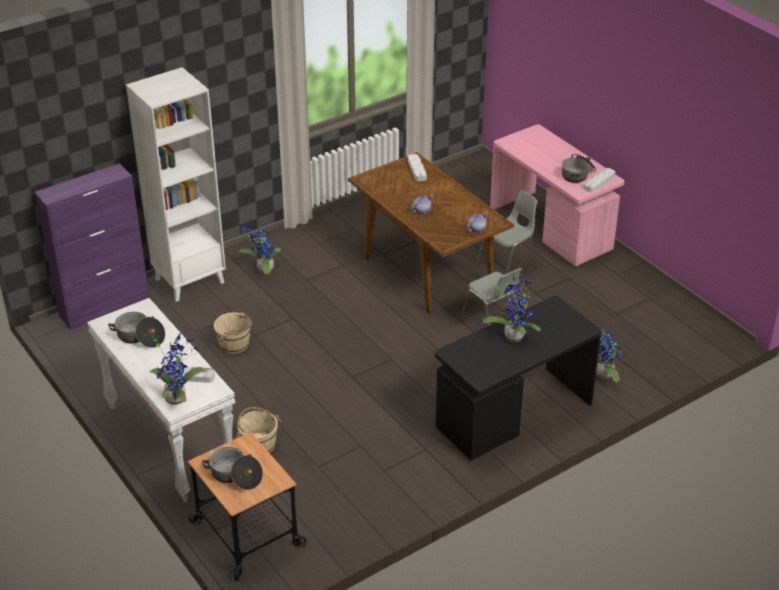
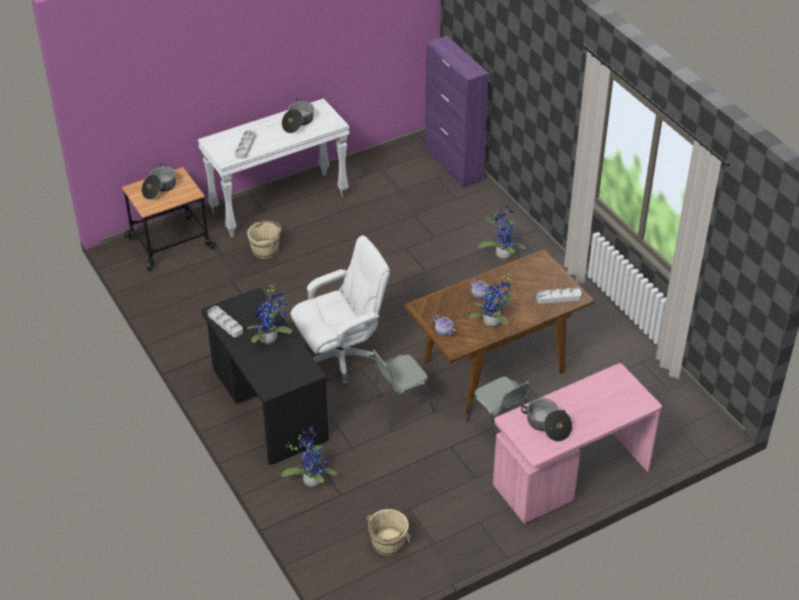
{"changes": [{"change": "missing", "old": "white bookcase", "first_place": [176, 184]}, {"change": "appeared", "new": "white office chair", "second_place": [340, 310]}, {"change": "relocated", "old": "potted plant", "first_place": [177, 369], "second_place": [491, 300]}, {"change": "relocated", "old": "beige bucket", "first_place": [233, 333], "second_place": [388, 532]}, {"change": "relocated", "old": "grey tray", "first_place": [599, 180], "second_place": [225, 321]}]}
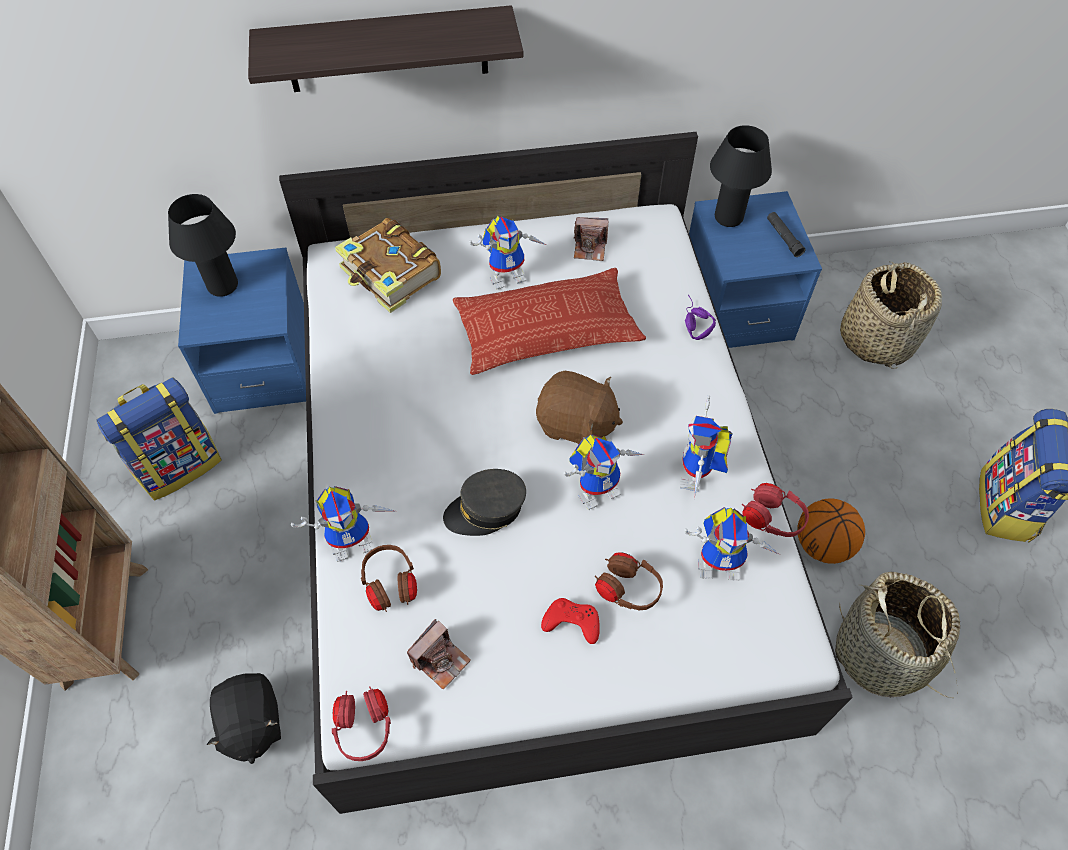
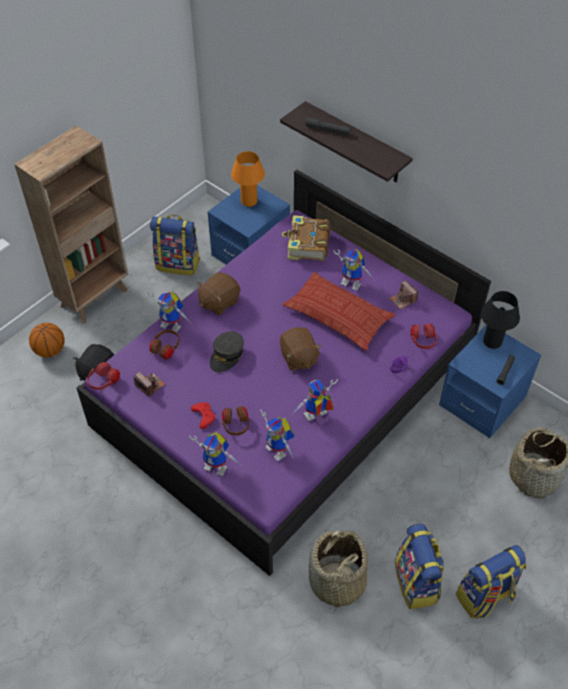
{"changes": [{"change": "appeared", "new": "brown plush toy", "second_place": [218, 293]}, {"change": "appeared", "new": "grey flashlight", "second_place": [328, 126]}, {"change": "appeared", "new": "backpack", "second_place": [419, 566]}, {"change": "relocated", "old": "toy robot", "first_place": [603, 472], "second_place": [214, 453]}, {"change": "relocated", "old": "red headphones", "first_place": [775, 510], "second_place": [424, 336]}, {"change": "relocated", "old": "basketball", "first_place": [831, 531], "second_place": [47, 340]}, {"change": "colour", "old": "black table lamp", "new": "orange table lamp", "first_place": [203, 245], "second_place": [248, 179]}, {"change": "colour", "old": "white bed", "new": "purple bed", "first_place": [566, 473], "second_place": [284, 373]}, {"change": "spun", "old": "photo camera", "first_place": [439, 654], "second_place": [149, 384], "degrees": -135}, {"change": "spun", "old": "grey cap", "first_place": [484, 502], "second_place": [227, 351], "degrees": -90}]}
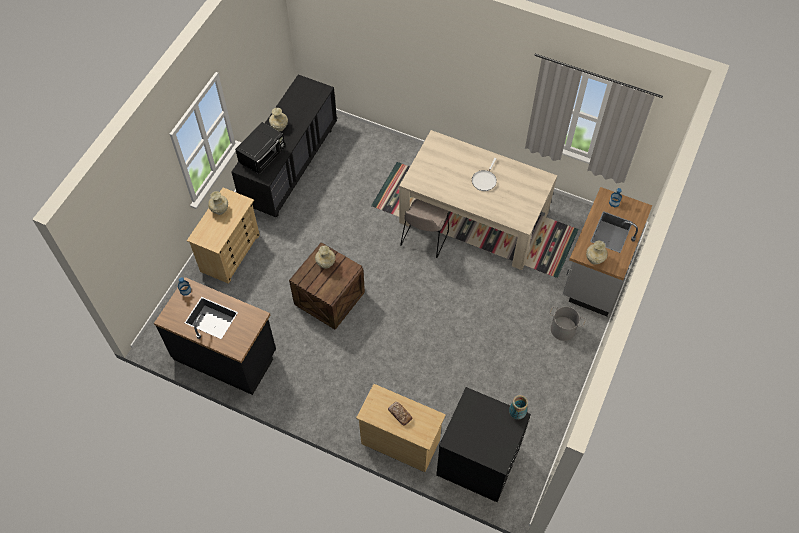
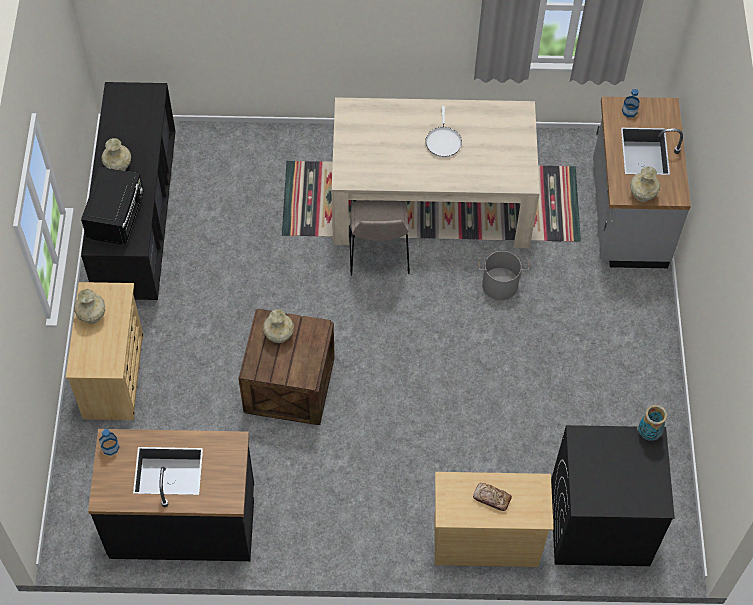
{"changes": [{"change": "relocated", "old": "grey bucket", "first_place": [567, 323], "second_place": [503, 276]}]}
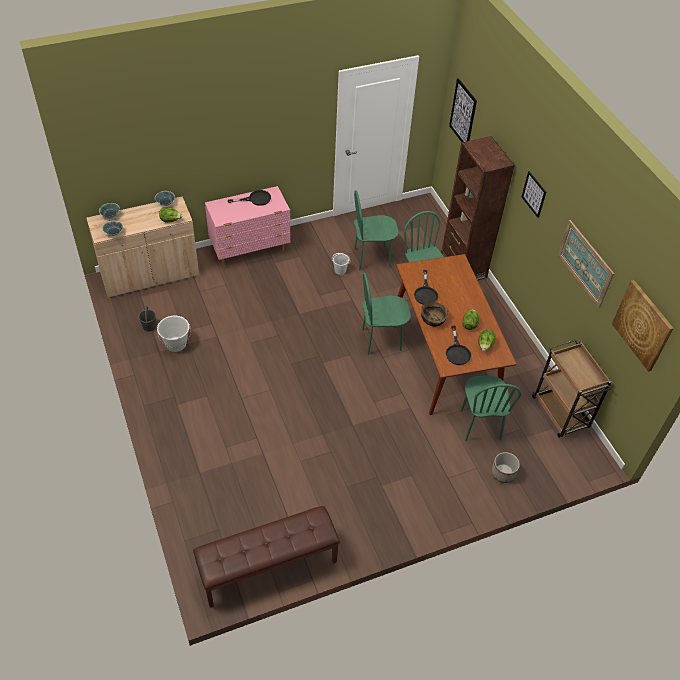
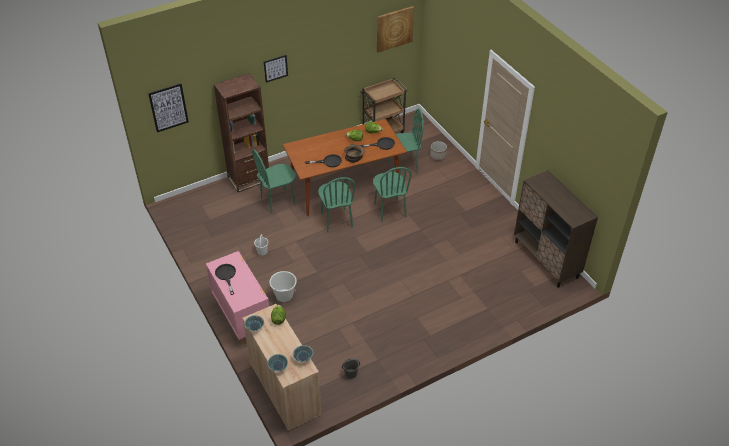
{"changes": [{"change": "missing", "old": "picture", "first_place": [585, 264]}, {"change": "relocated", "old": "white bucket", "first_place": [174, 334], "second_place": [283, 286]}, {"change": "relocated", "old": "green chair", "first_place": [376, 230], "second_place": [392, 194]}, {"change": "exchanged", "old": "brown bench", "new": "brown cabinet", "first_place": [266, 556], "second_place": [556, 229]}]}
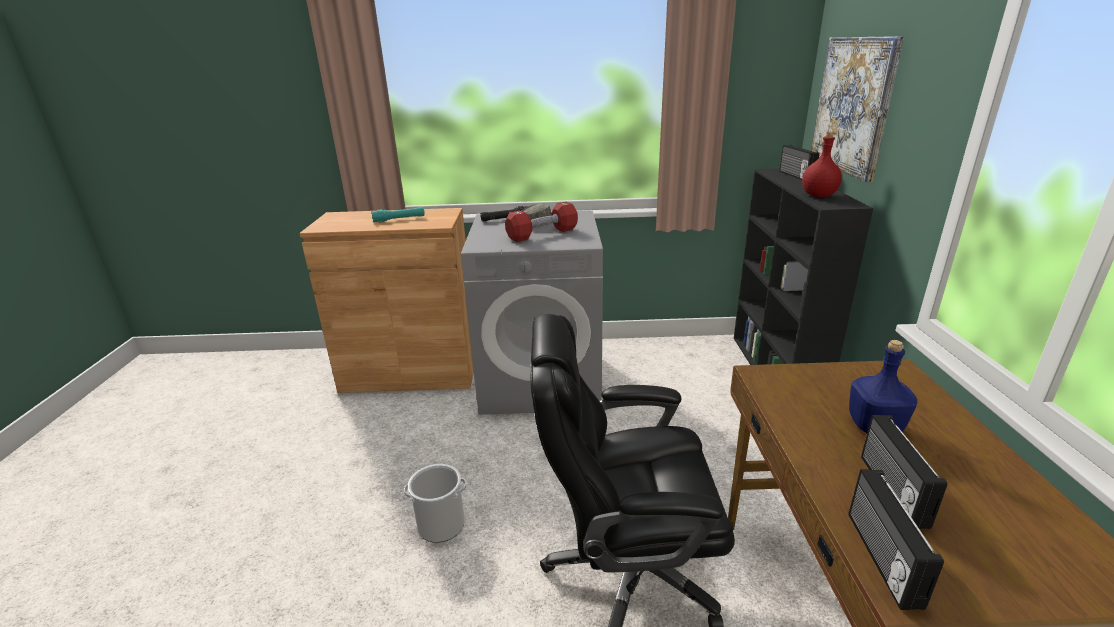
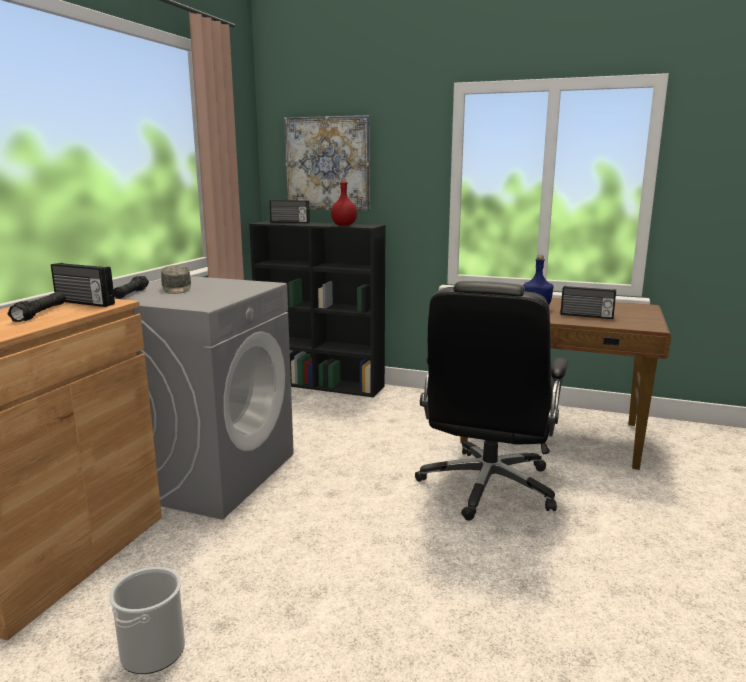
{"changes": [{"change": "missing", "old": "red dumbbell", "first_place": [541, 222]}, {"change": "relocated", "old": "bucket", "first_place": [435, 503], "second_place": [147, 620]}, {"change": "relocated", "old": "radio", "first_place": [896, 539], "second_place": [83, 285]}, {"change": "colour", "old": "turquoise flashlight", "new": "black flashlight", "first_place": [398, 215], "second_place": [36, 307]}]}
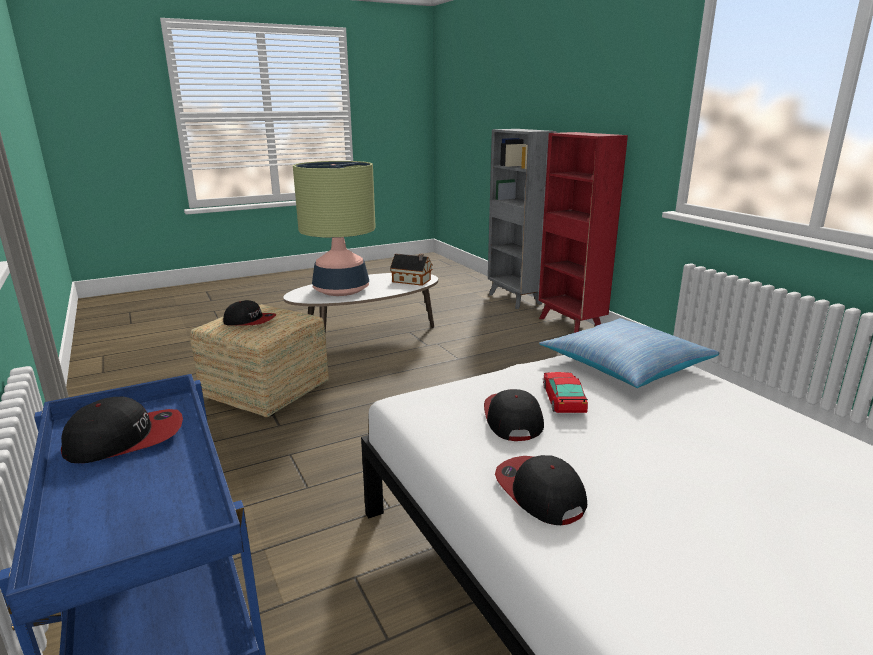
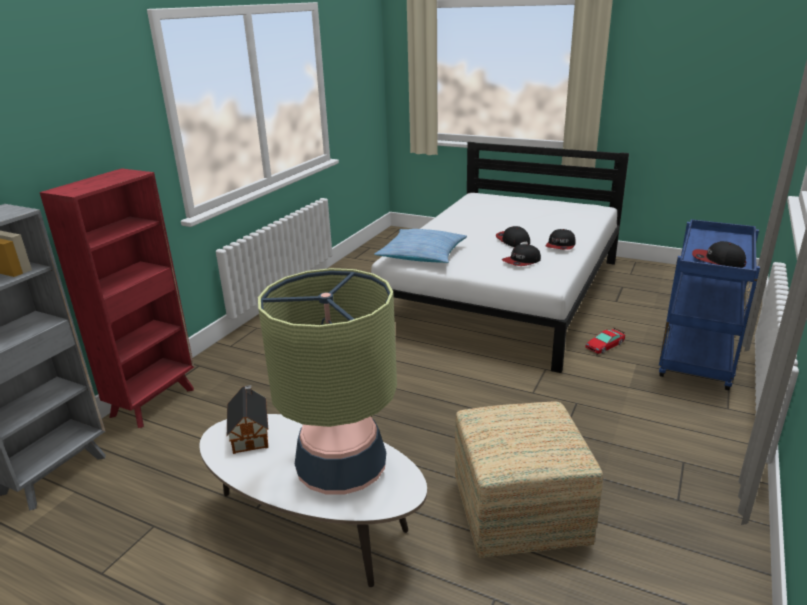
{"changes": [{"change": "relocated", "old": "cap", "first_place": [249, 313], "second_place": [513, 236]}, {"change": "relocated", "old": "toy car", "first_place": [565, 392], "second_place": [605, 341]}]}
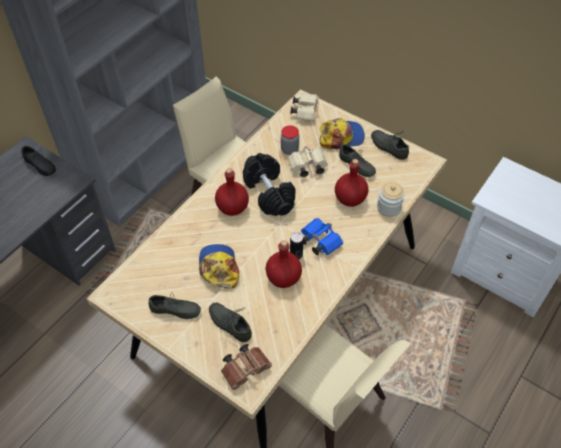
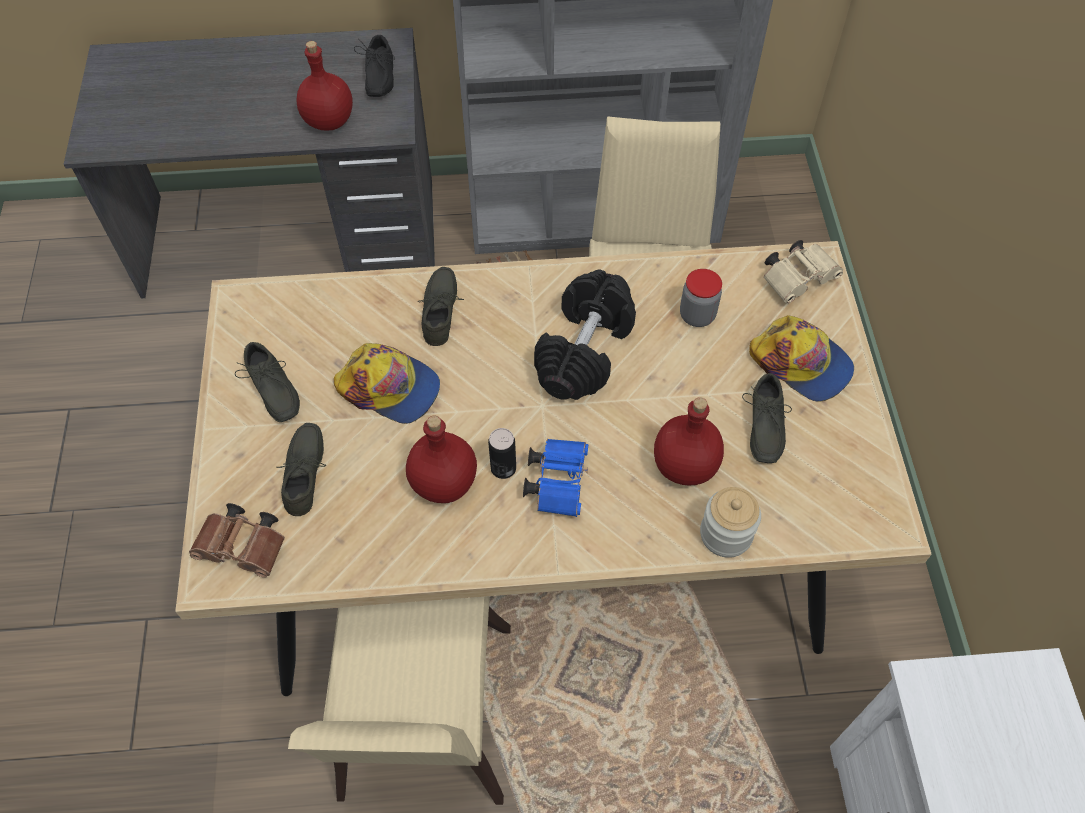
{"changes": [{"change": "missing", "old": "beige binoculars", "first_place": [308, 161]}, {"change": "relocated", "old": "red bottle", "first_place": [232, 192], "second_place": [324, 86]}, {"change": "relocated", "old": "grey shoe", "first_place": [390, 145], "second_place": [440, 306]}, {"change": "spun", "old": "cap", "first_place": [219, 266], "second_place": [387, 383], "degrees": 75}]}
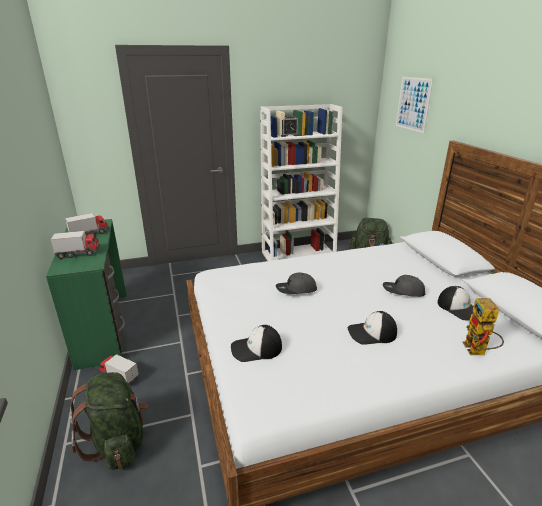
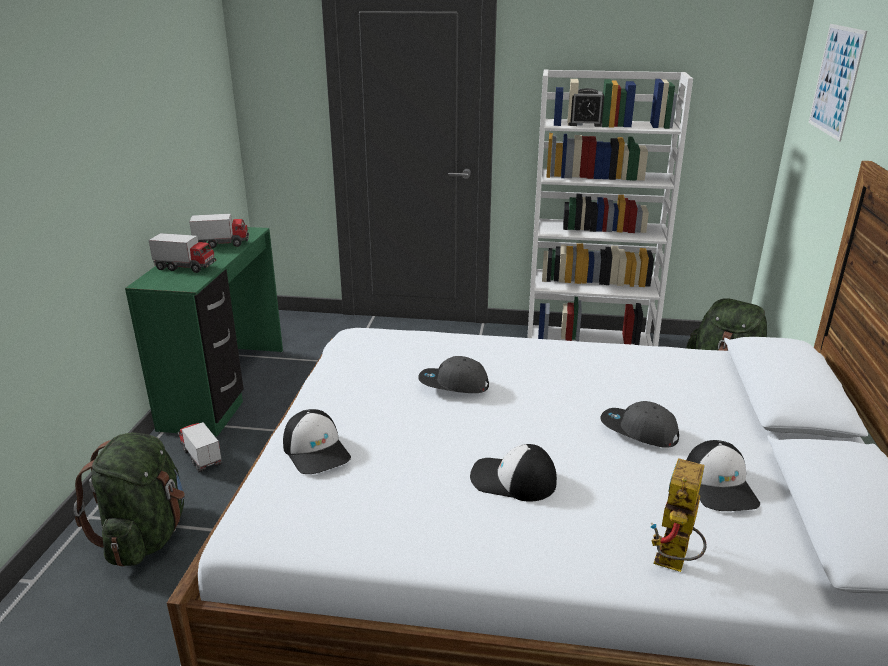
{"changes": [{"change": "spun", "old": "cap", "first_place": [256, 343], "second_place": [317, 441], "degrees": -135}]}
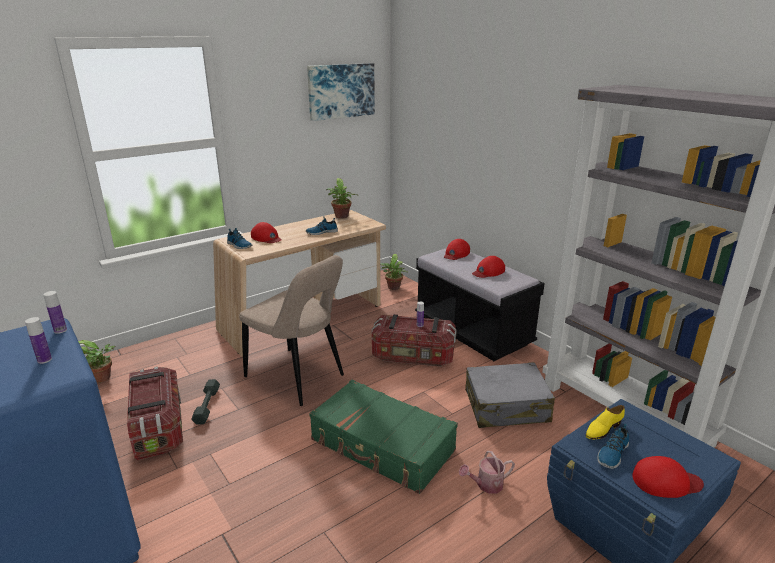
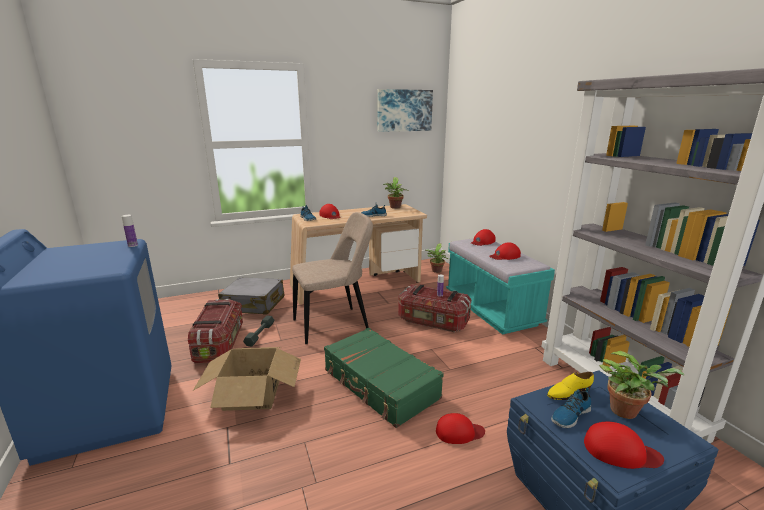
{"changes": [{"change": "missing", "old": "bottle", "first_place": [38, 340]}, {"change": "appeared", "new": "cardboard box", "second_place": [247, 379]}, {"change": "relocated", "old": "potted plant", "first_place": [96, 361], "second_place": [642, 385]}, {"change": "relocated", "old": "grey suitcase", "first_place": [510, 395], "second_place": [251, 296]}, {"change": "exchanged", "old": "watering can", "new": "red cap", "first_place": [487, 472], "second_place": [460, 428]}, {"change": "colour", "old": "black bench", "new": "turquoise bench", "first_place": [480, 305], "second_place": [500, 286]}, {"change": "spun", "old": "beige chair", "first_place": [291, 330], "second_place": [332, 278], "degrees": -75}]}
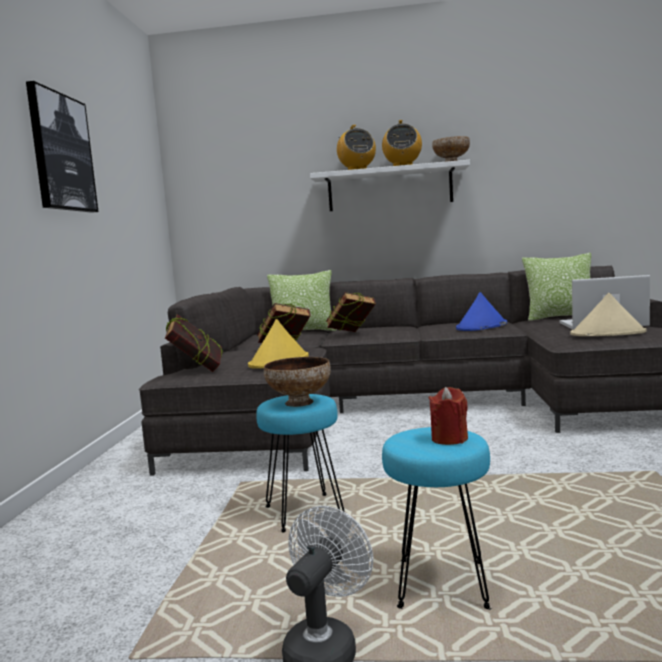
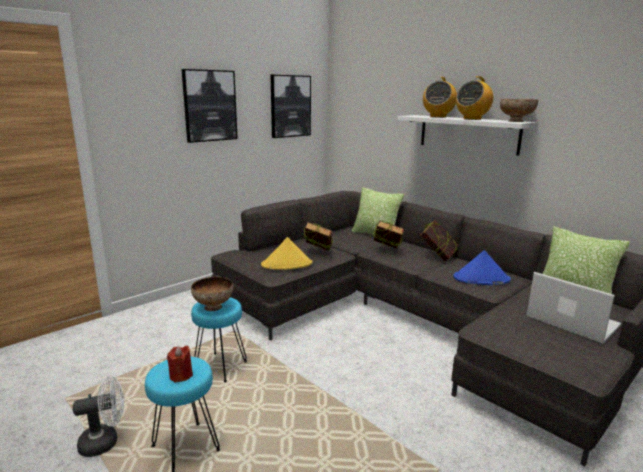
{"changes": [{"change": "missing", "old": "beige hat", "first_place": [608, 314]}, {"change": "appeared", "new": "picture", "second_place": [291, 106]}, {"change": "relocated", "old": "book", "first_place": [193, 343], "second_place": [439, 240]}]}
